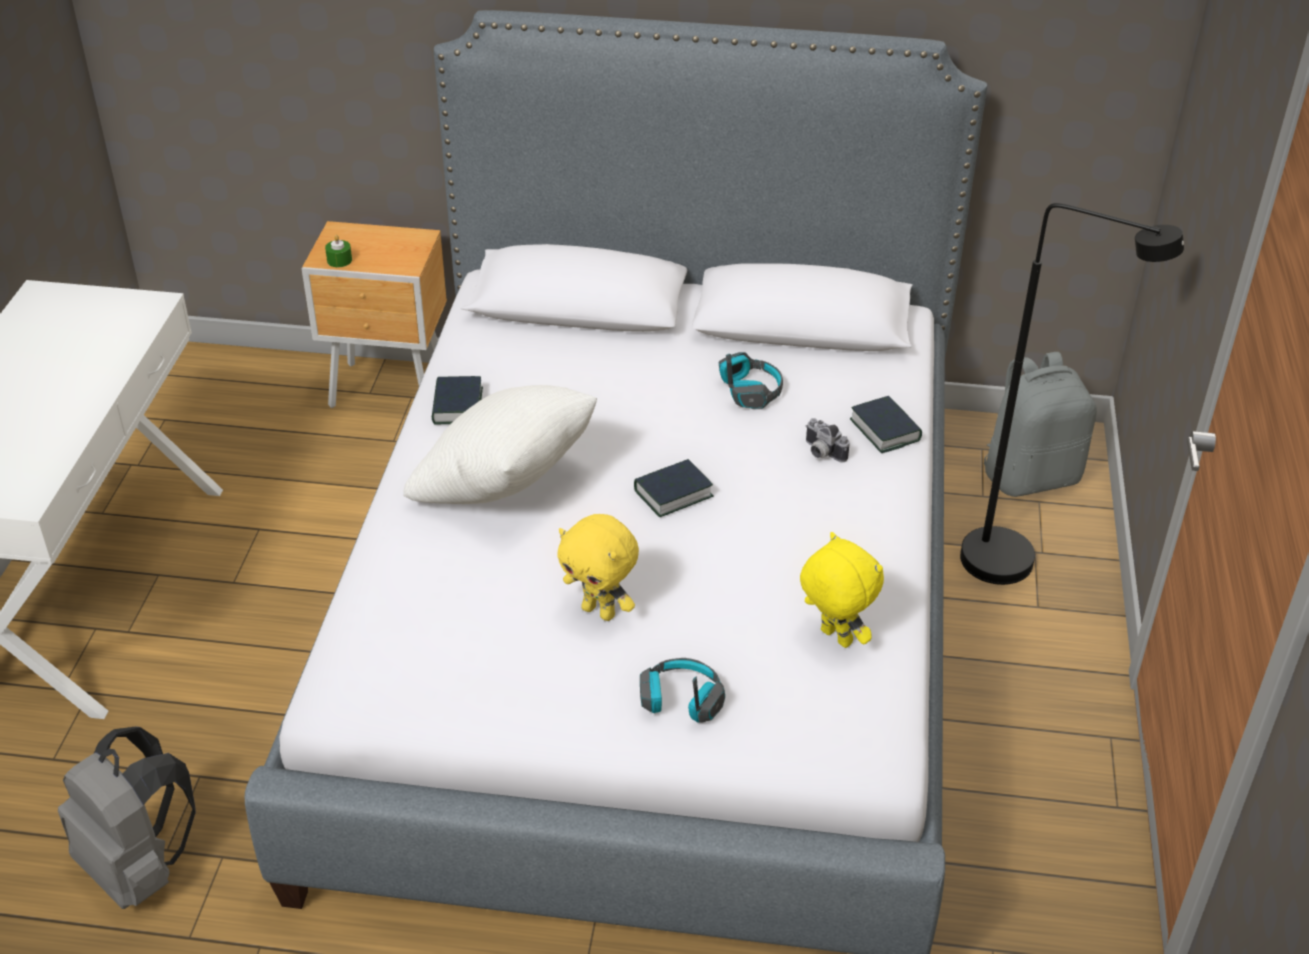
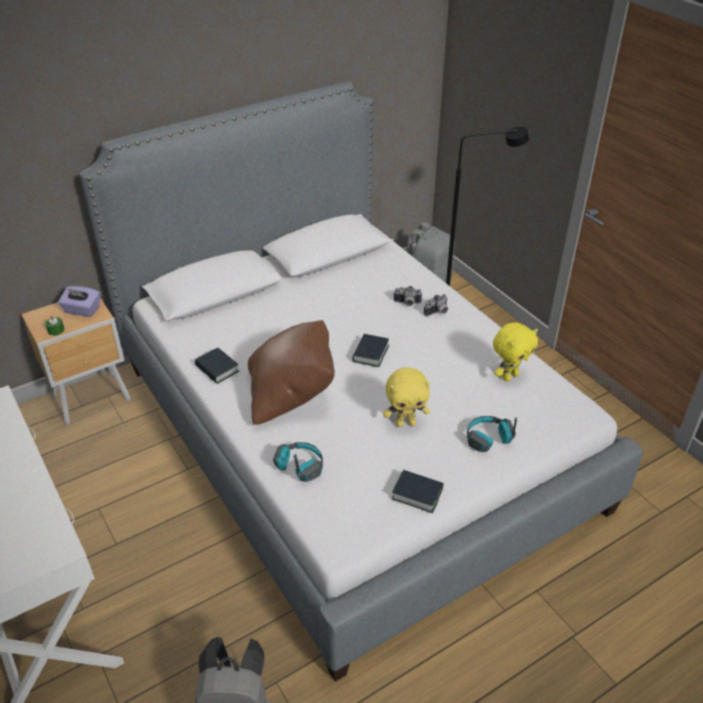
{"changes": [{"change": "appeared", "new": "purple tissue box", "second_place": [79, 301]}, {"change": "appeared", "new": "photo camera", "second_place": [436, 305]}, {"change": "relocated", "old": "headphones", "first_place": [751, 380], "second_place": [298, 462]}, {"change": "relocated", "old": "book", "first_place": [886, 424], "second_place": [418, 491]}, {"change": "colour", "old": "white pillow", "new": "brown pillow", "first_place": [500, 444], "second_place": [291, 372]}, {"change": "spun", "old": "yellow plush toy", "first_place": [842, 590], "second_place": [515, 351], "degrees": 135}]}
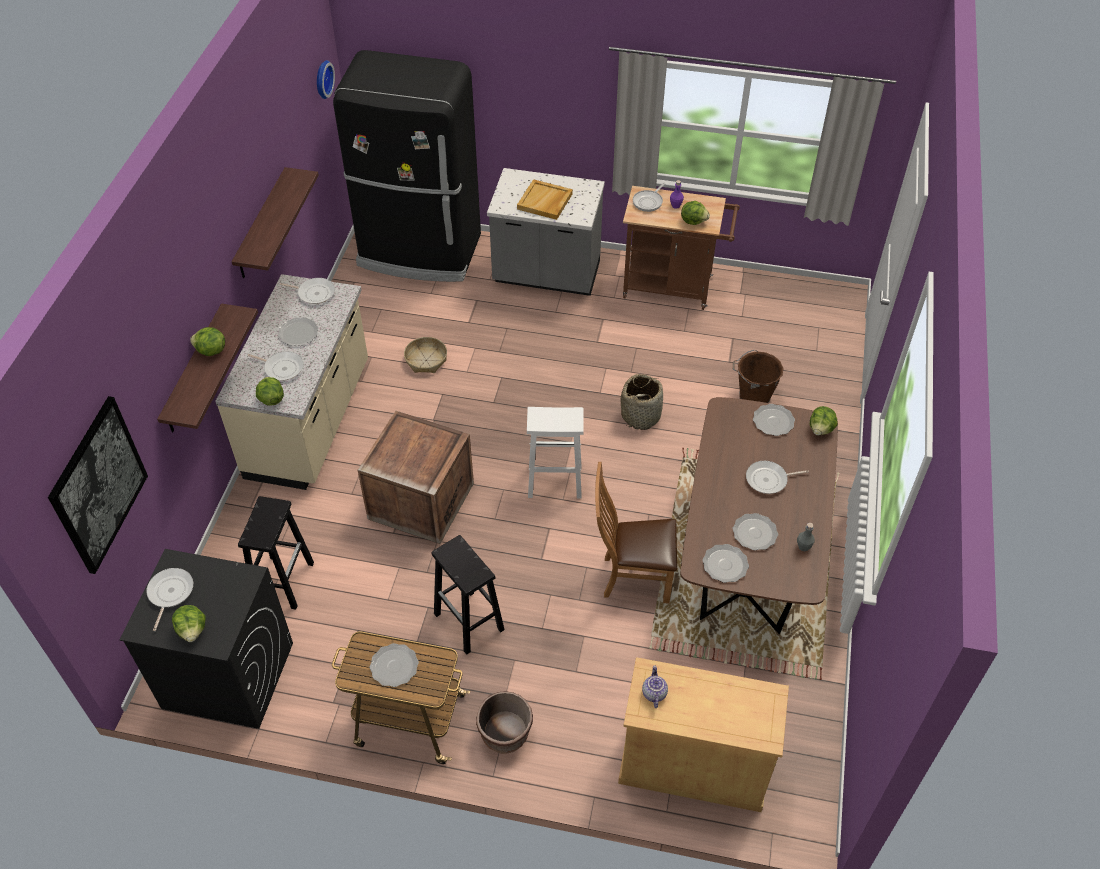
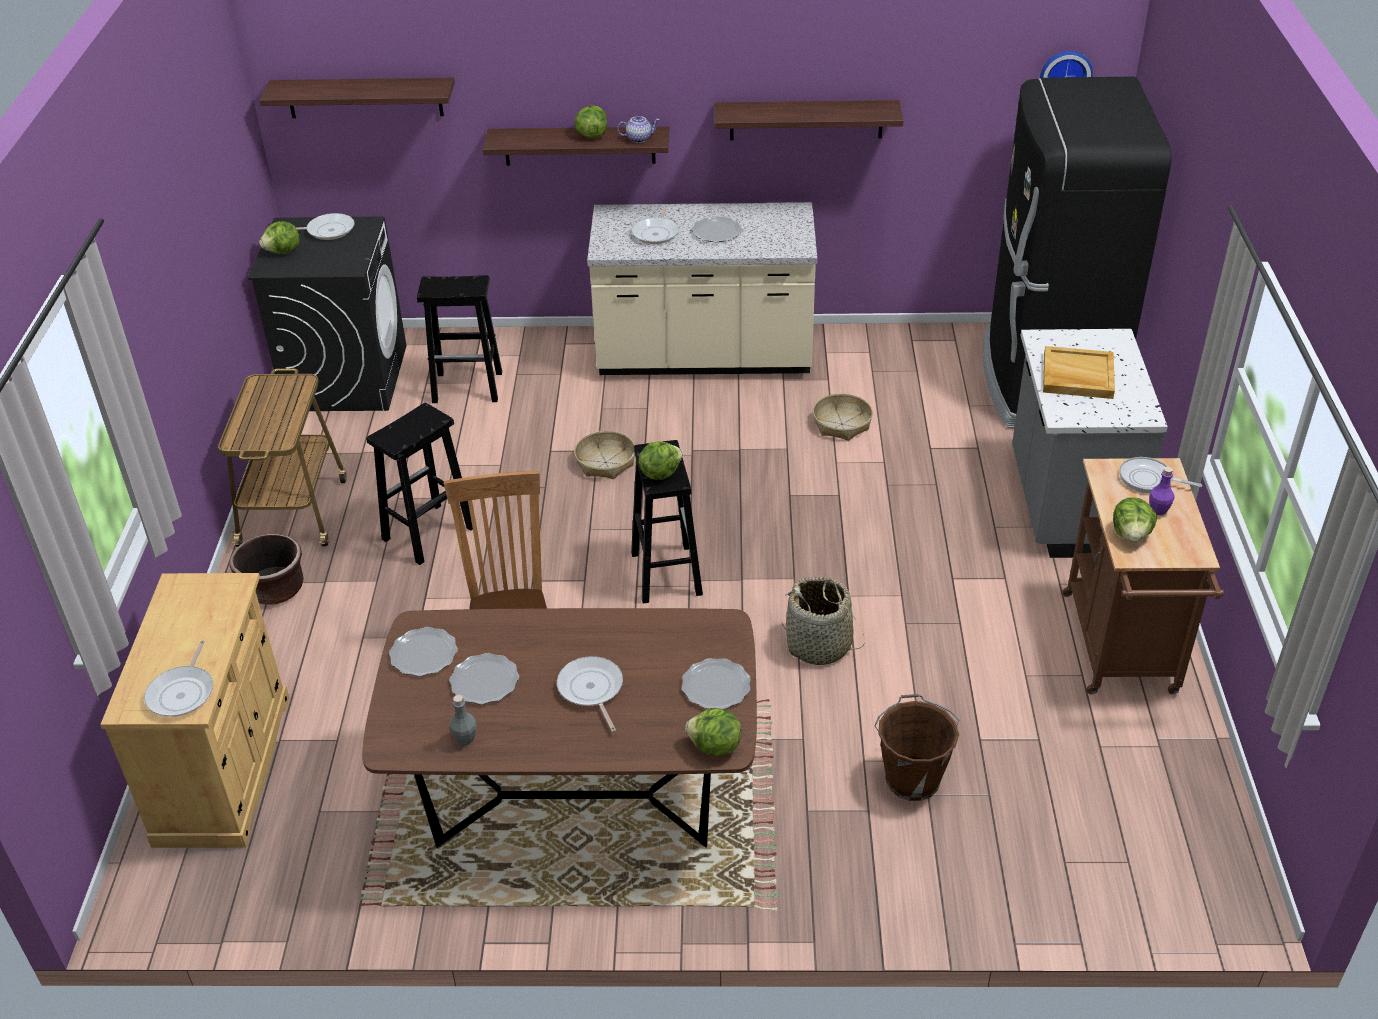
{"changes": [{"change": "missing", "old": "plate", "first_place": [394, 665]}, {"change": "relocated", "old": "lettuce", "first_place": [270, 391], "second_place": [660, 460]}, {"change": "relocated", "old": "frying pan", "first_place": [307, 291], "second_place": [178, 678]}, {"change": "relocated", "old": "teapot", "first_place": [655, 686], "second_place": [638, 129]}, {"change": "exchanged", "old": "picture", "new": "shelf", "first_place": [98, 485], "second_place": [357, 98]}, {"change": "exchanged", "old": "crate", "new": "basket", "first_place": [416, 477], "second_place": [604, 455]}, {"change": "colour", "old": "white stool", "new": "black stool", "first_place": [555, 453], "second_place": [667, 522]}]}
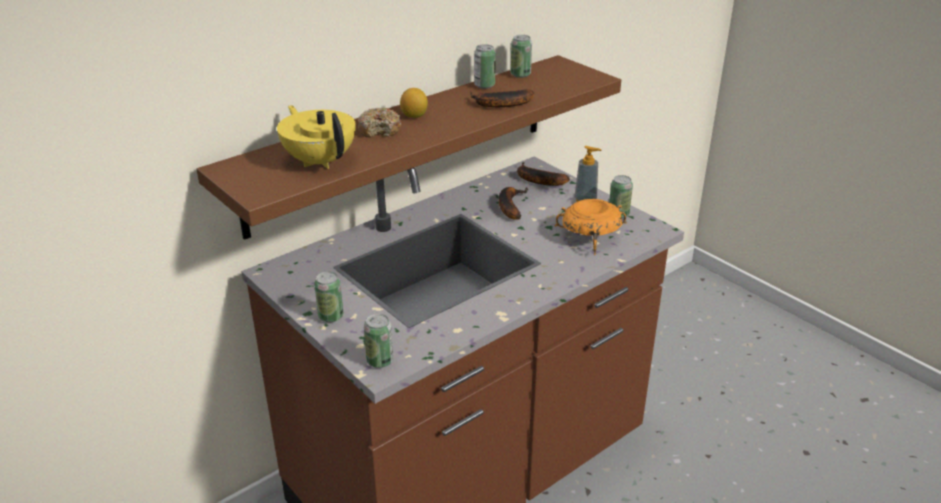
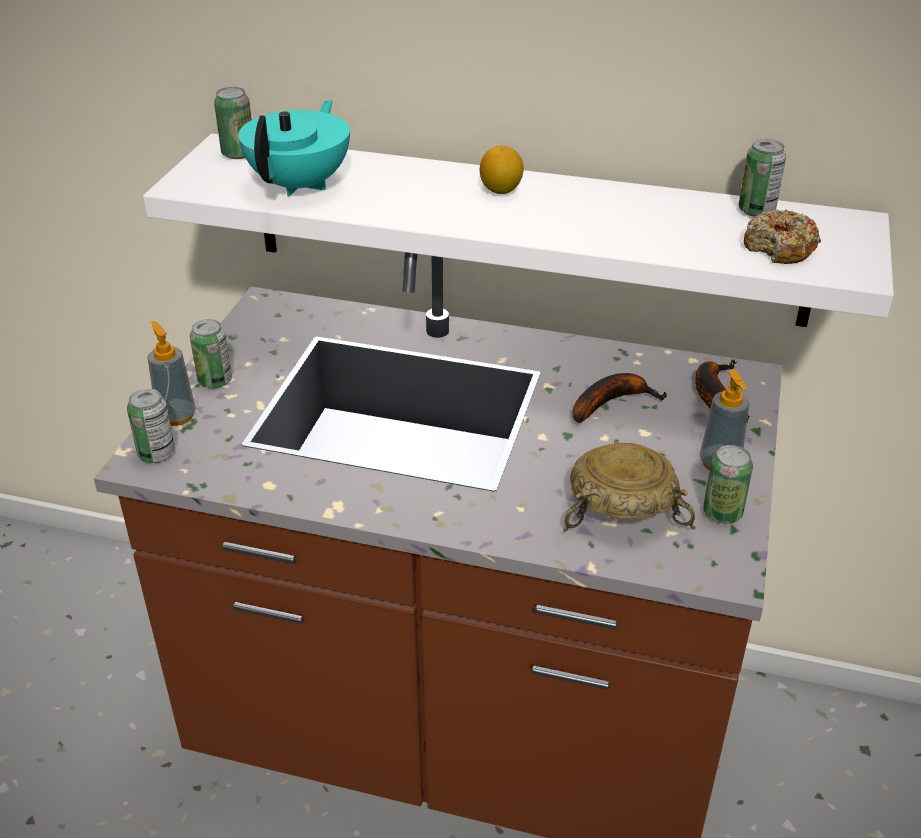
{"changes": [{"change": "missing", "old": "banana", "first_place": [502, 98]}, {"change": "appeared", "new": "soap dispenser", "second_place": [171, 373]}, {"change": "relocated", "old": "donut", "first_place": [379, 123], "second_place": [782, 236]}, {"change": "relocated", "old": "can", "first_place": [485, 66], "second_place": [233, 123]}, {"change": "colour", "old": "brown shelf", "new": "white shelf", "first_place": [409, 147], "second_place": [518, 230]}, {"change": "colour", "old": "yellow teapot", "new": "turquoise teapot", "first_place": [316, 137], "second_place": [294, 148]}, {"change": "colour", "old": "orange bowl", "new": "beige bowl", "first_place": [591, 227], "second_place": [629, 485]}]}
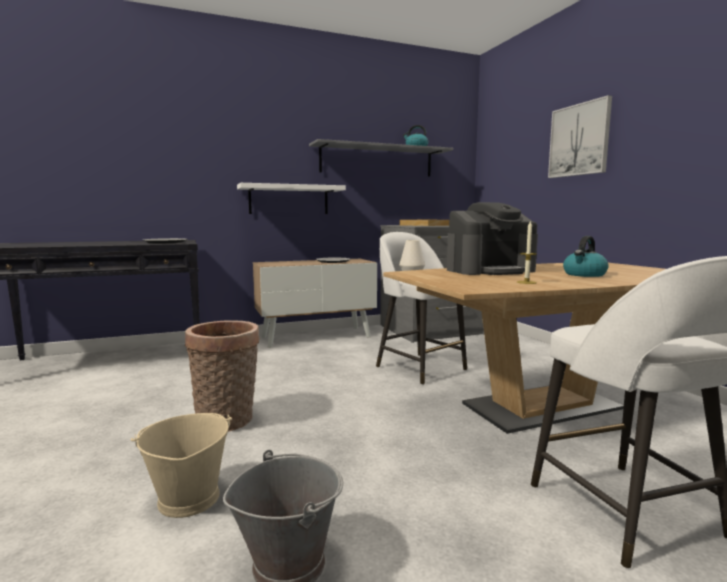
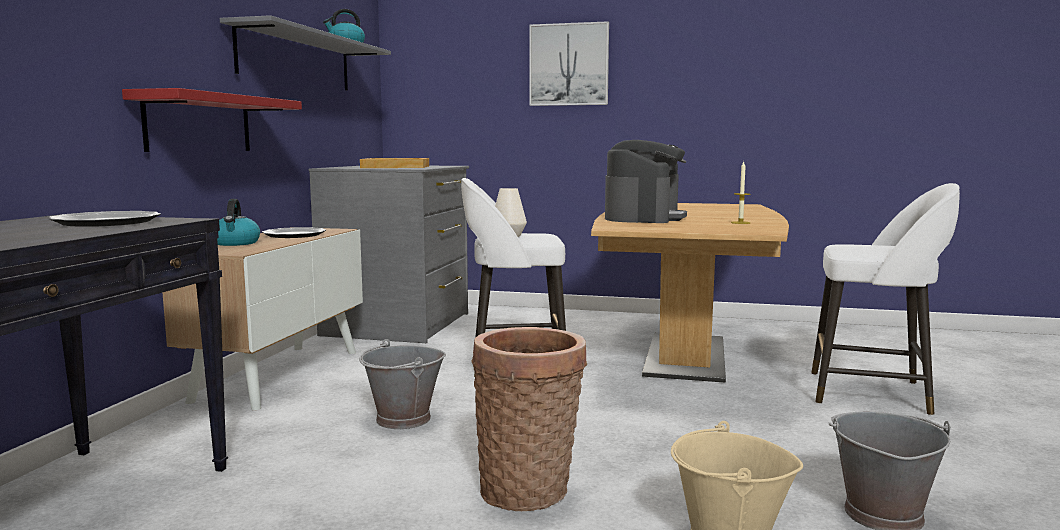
{"changes": [{"change": "appeared", "new": "grey bucket", "second_place": [402, 384]}, {"change": "relocated", "old": "kettle", "first_place": [586, 256], "second_place": [238, 222]}, {"change": "colour", "old": "white shelf", "new": "red shelf", "first_place": [291, 198], "second_place": [212, 120]}]}
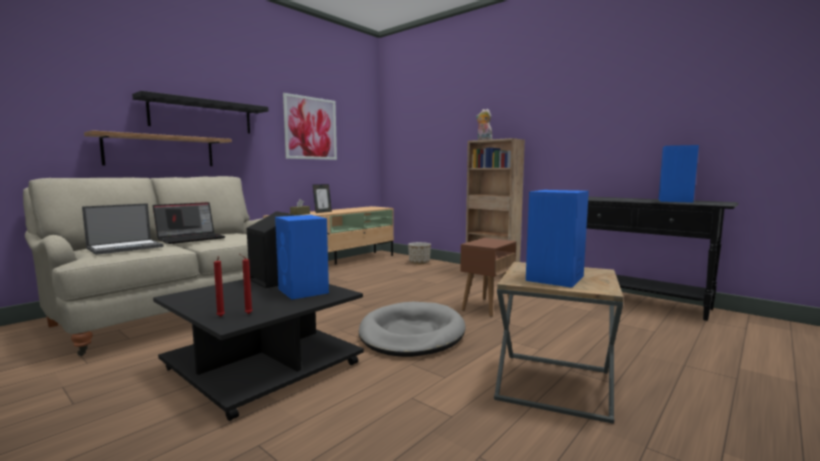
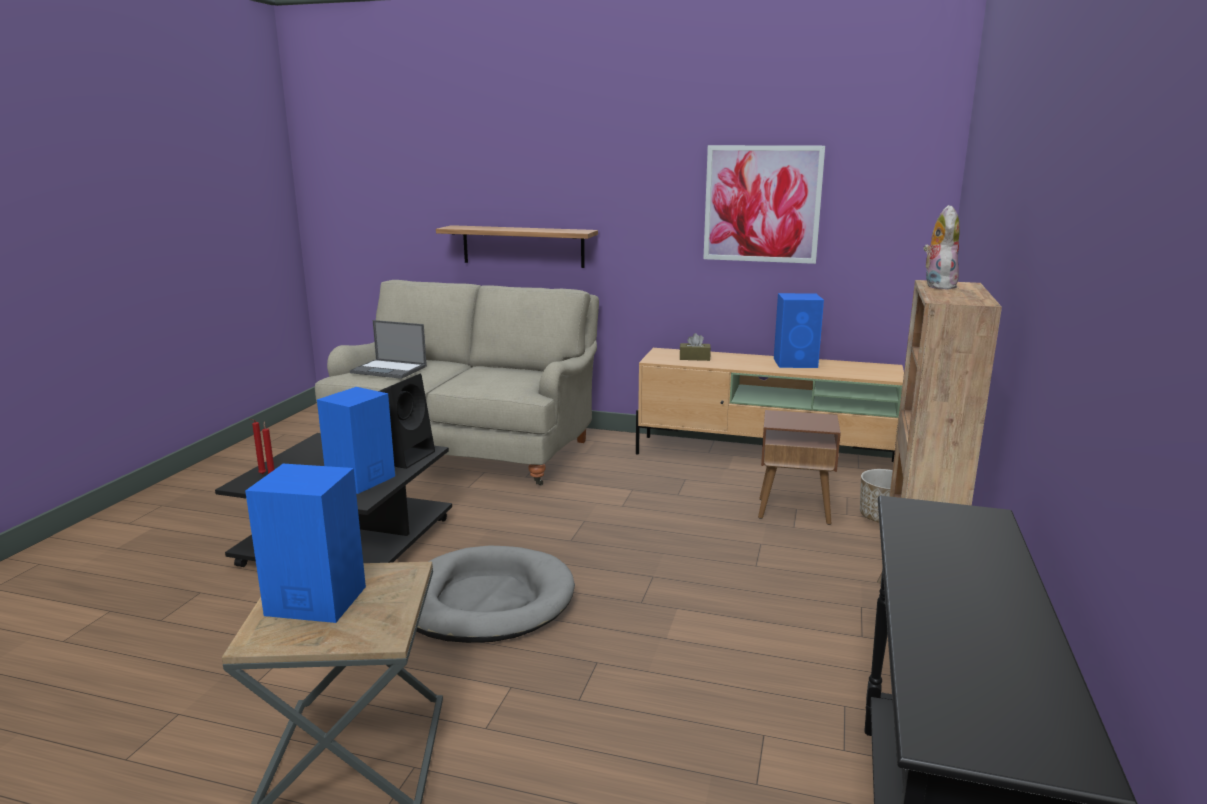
{"changes": [{"change": "missing", "old": "black shelf", "first_place": [200, 112]}, {"change": "missing", "old": "laptop", "first_place": [189, 223]}, {"change": "missing", "old": "picture frame", "first_place": [322, 198]}, {"change": "relocated", "old": "brown side table", "first_place": [488, 277], "second_place": [799, 467]}, {"change": "relocated", "old": "blue speaker", "first_place": [678, 174], "second_place": [799, 330]}]}
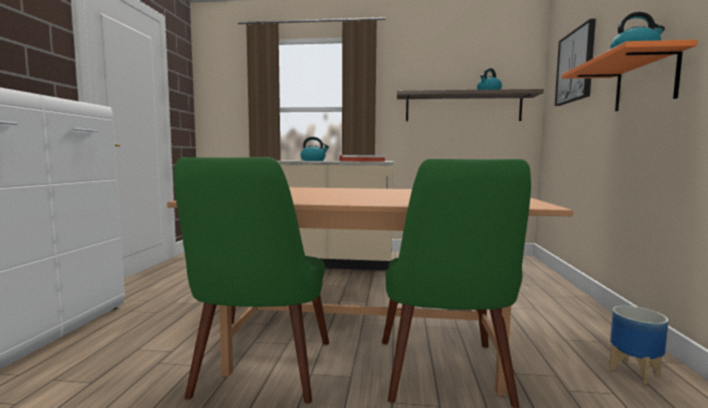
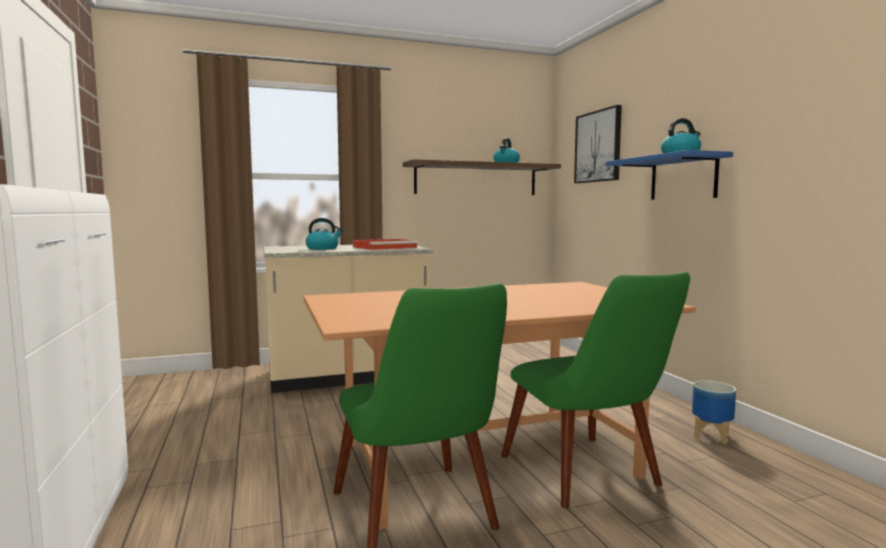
{"changes": [{"change": "colour", "old": "orange shelf", "new": "blue shelf", "first_place": [629, 75], "second_place": [669, 175]}]}
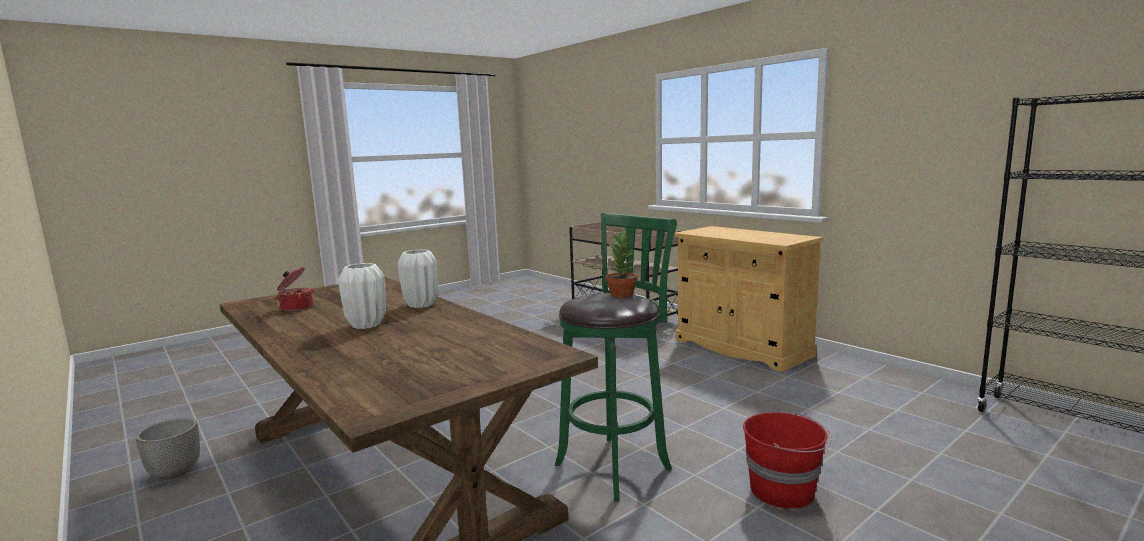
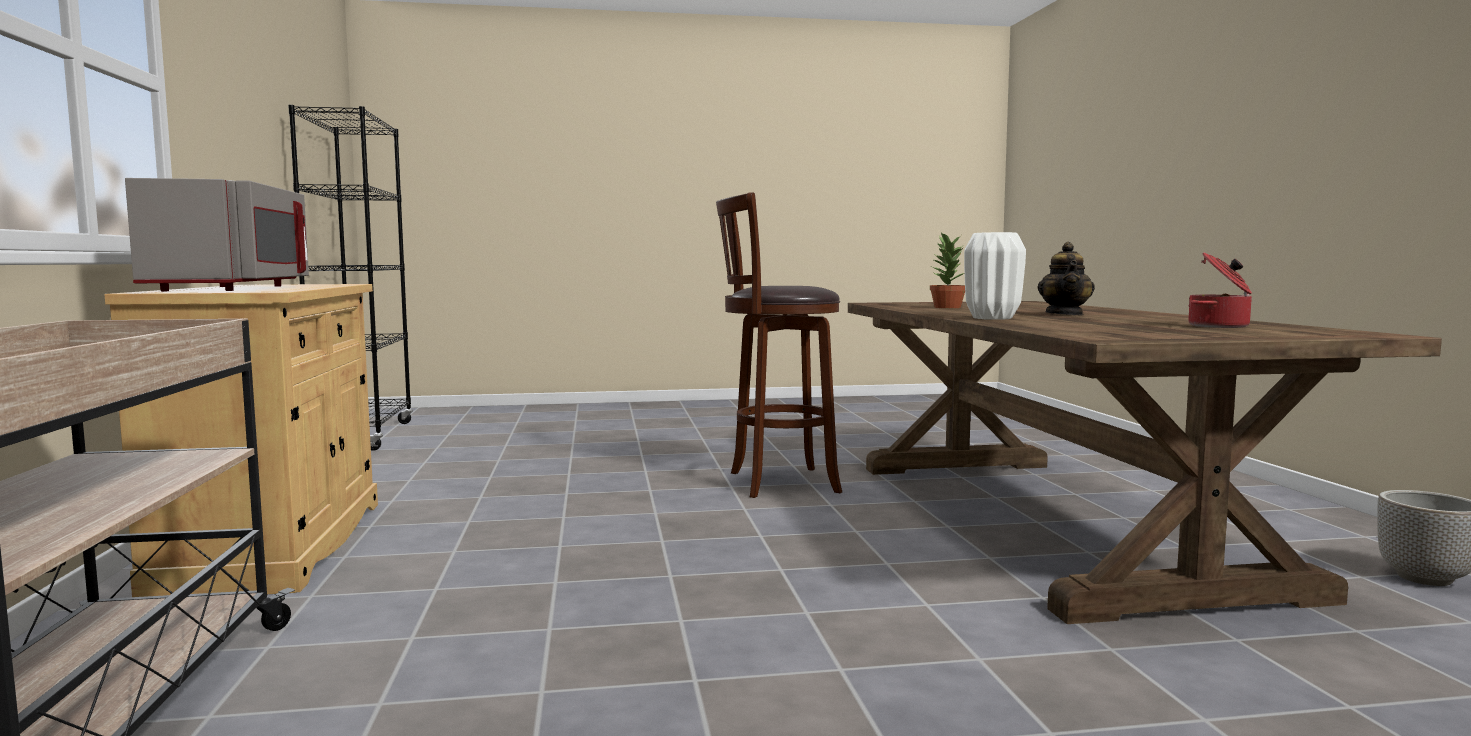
{"changes": [{"change": "missing", "old": "red bucket", "first_place": [787, 460]}, {"change": "appeared", "new": "grey microwave", "second_place": [217, 234]}, {"change": "relocated", "old": "potted plant", "first_place": [622, 263], "second_place": [947, 270]}, {"change": "exchanged", "old": "white vase", "new": "teapot", "first_place": [362, 296], "second_place": [1066, 278]}, {"change": "colour", "old": "green stool", "new": "brown stool", "first_place": [616, 356], "second_place": [779, 345]}]}
